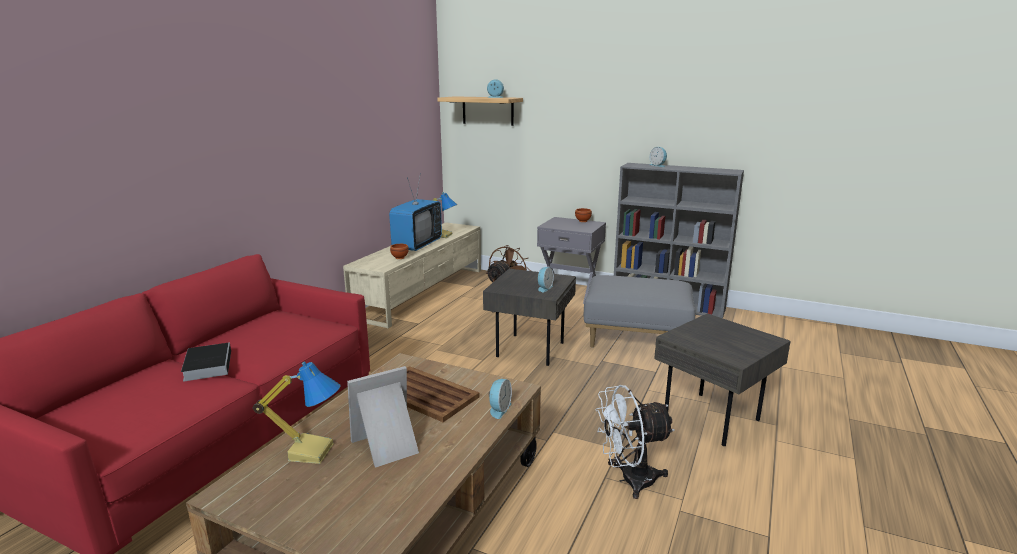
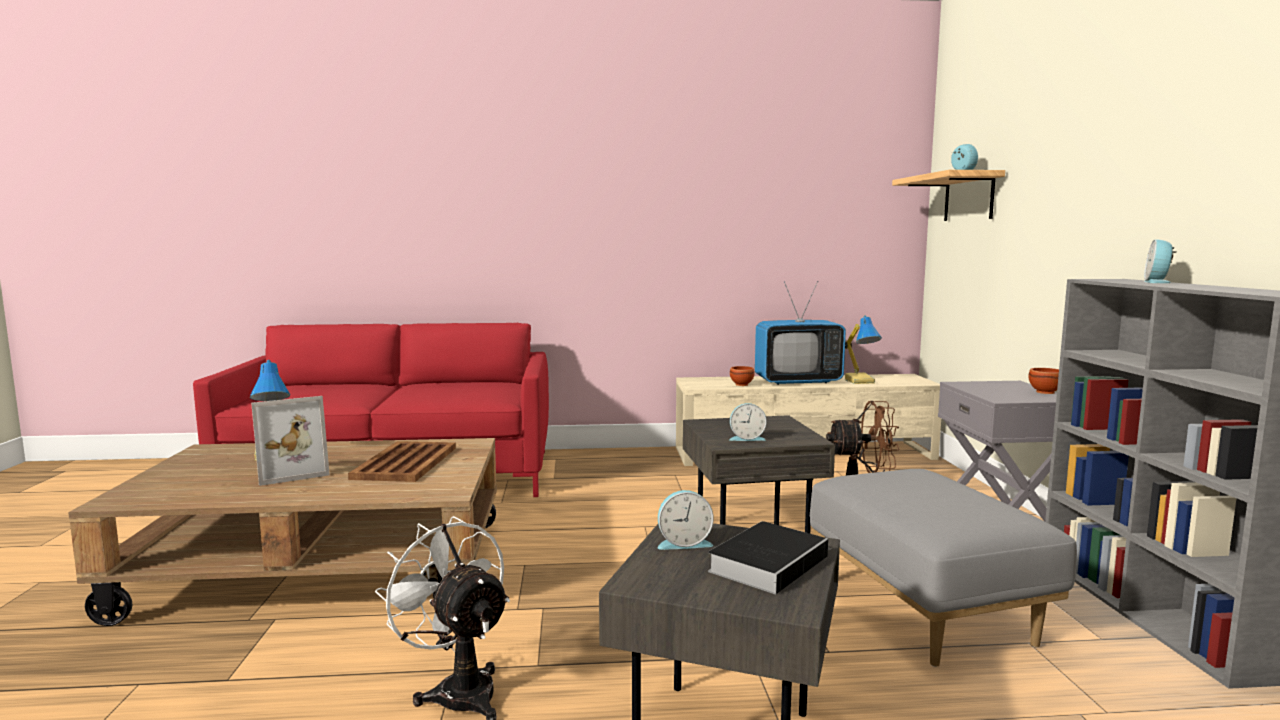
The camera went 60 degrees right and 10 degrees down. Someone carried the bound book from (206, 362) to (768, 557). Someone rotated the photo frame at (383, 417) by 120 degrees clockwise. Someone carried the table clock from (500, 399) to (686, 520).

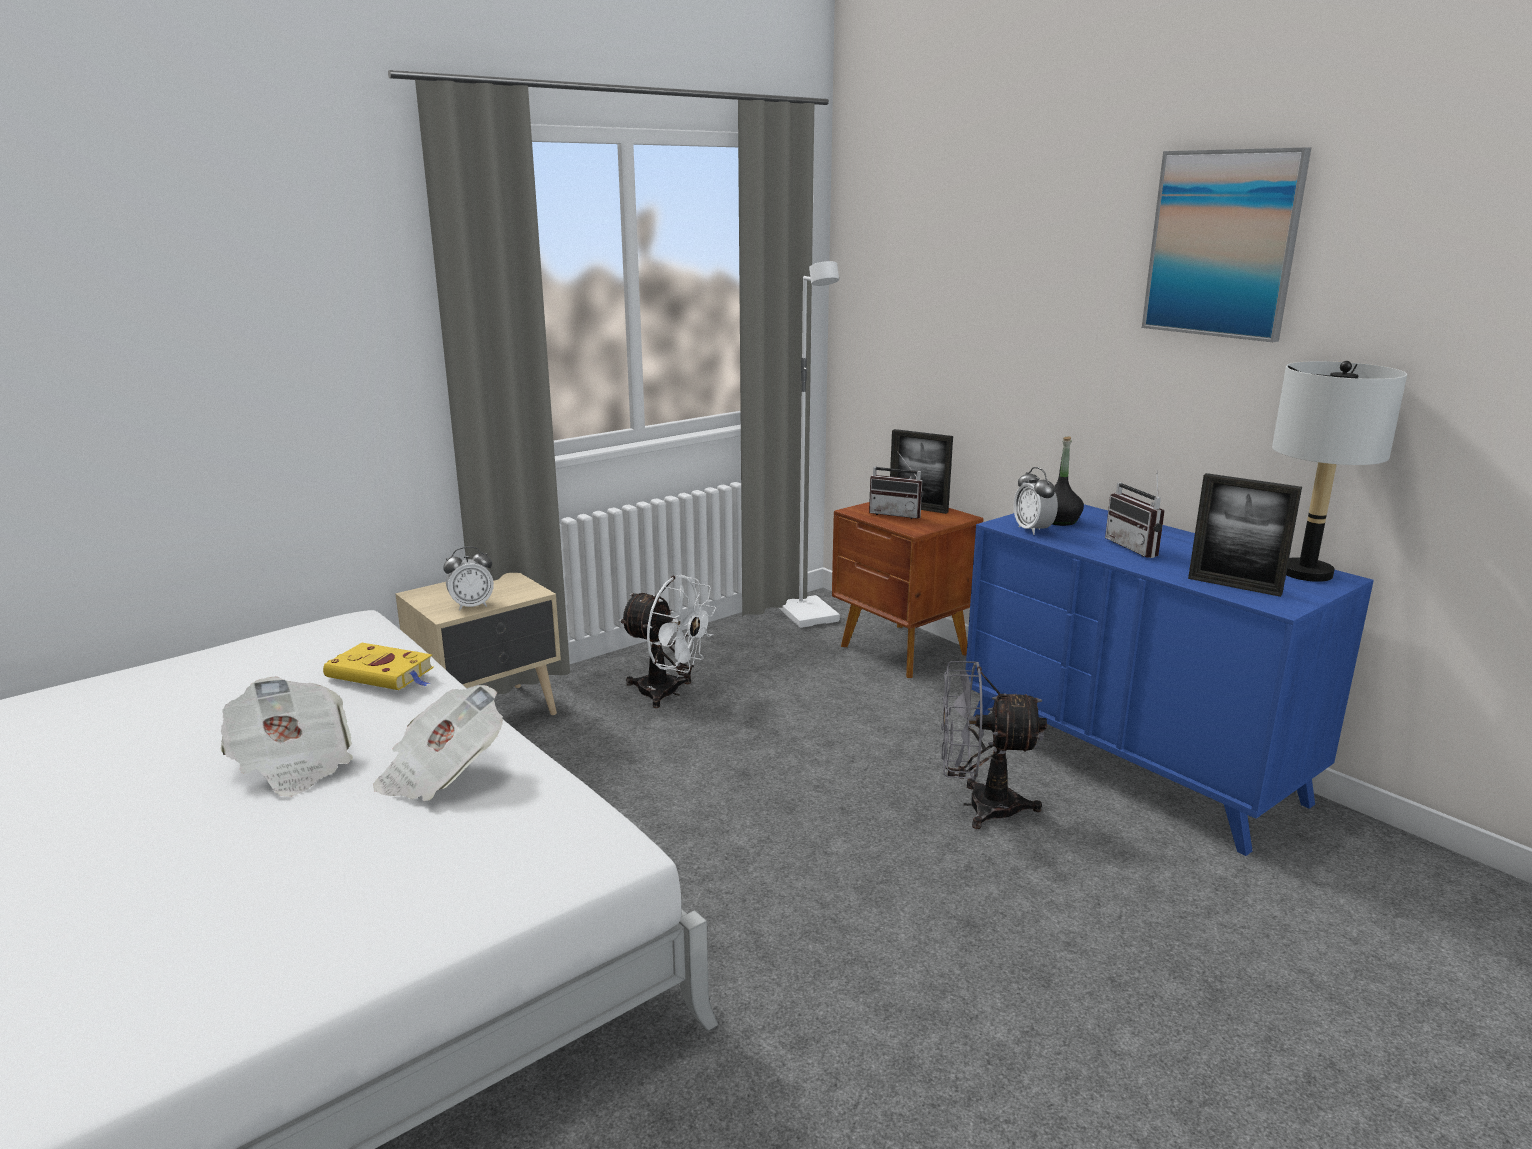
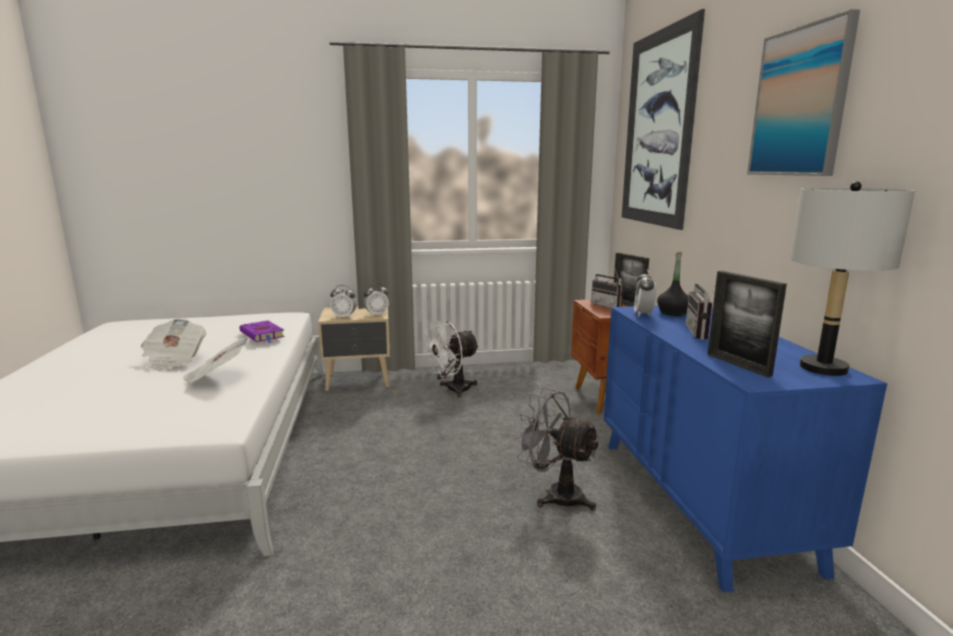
The camera went 30 degrees right and 5 degrees down. Someone repainted the yellowish bound book at (378, 666), which became the purple bound book at (262, 331). Someone rotated the white-coloured fan at (667, 641) by 90 degrees clockwise. Someone took away the white-coloured standing lamp at (809, 444). Someone put down the table clock at (376, 300). Someone put up the wall art at (663, 119).

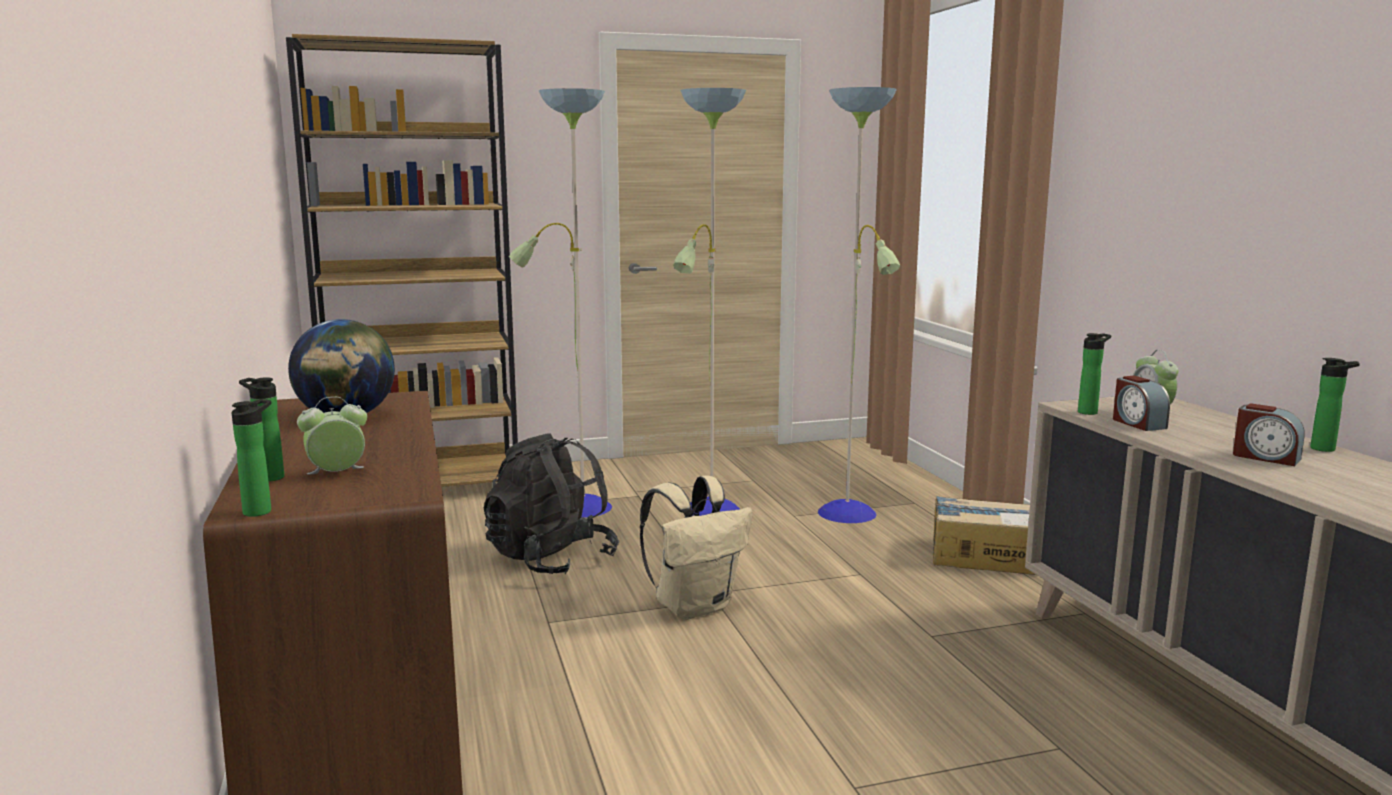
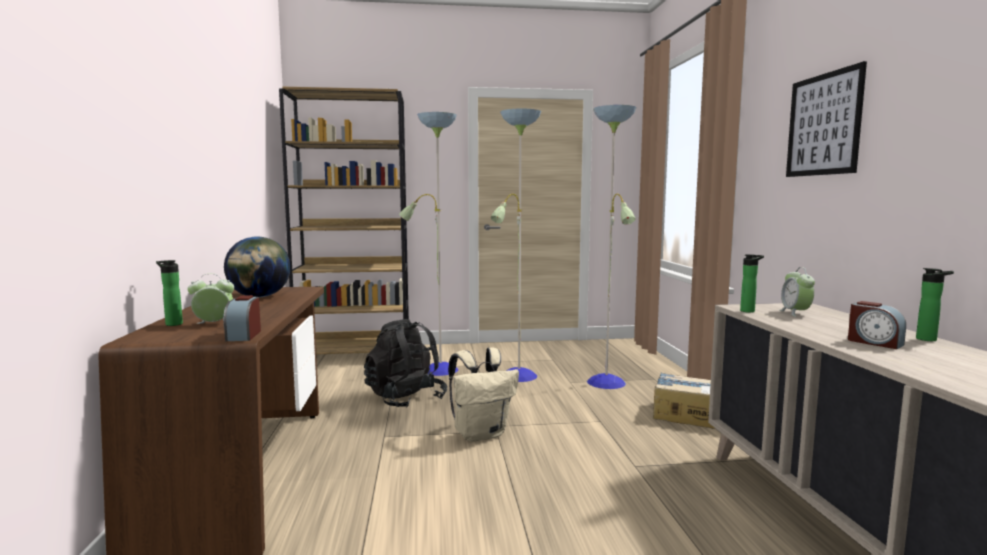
The camera went 10 degrees right and 5 degrees down. Someone took away the bottle at (252, 458). Someone carried the table clock from (1141, 403) to (242, 318). Someone put up the wall art at (826, 119).

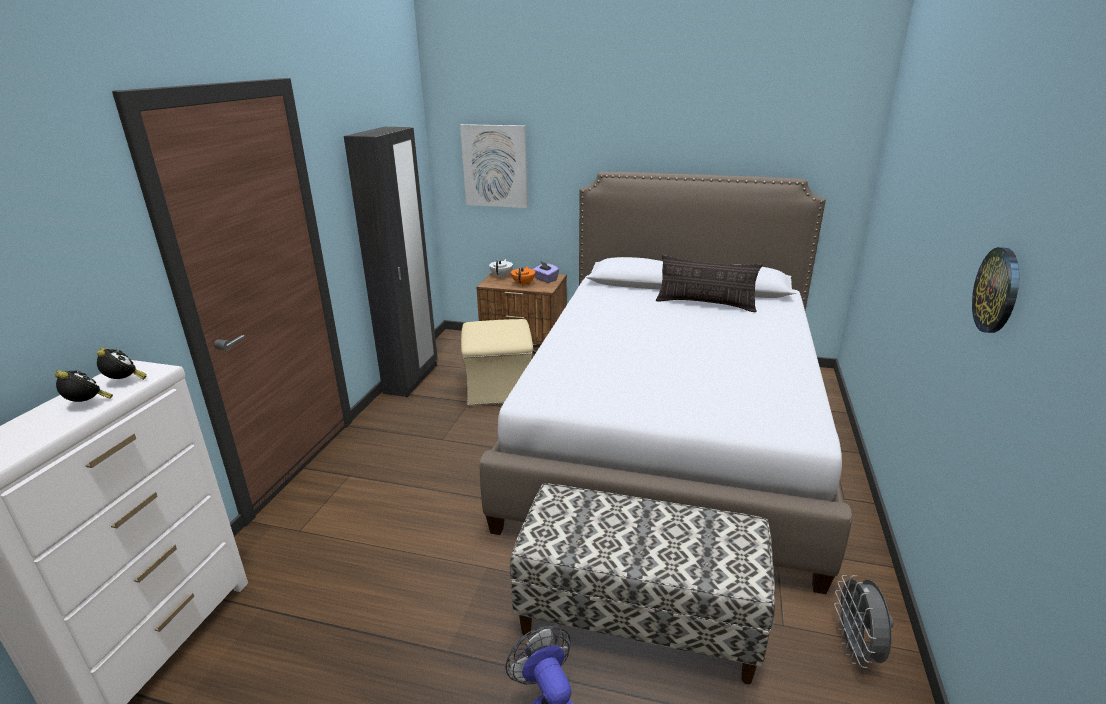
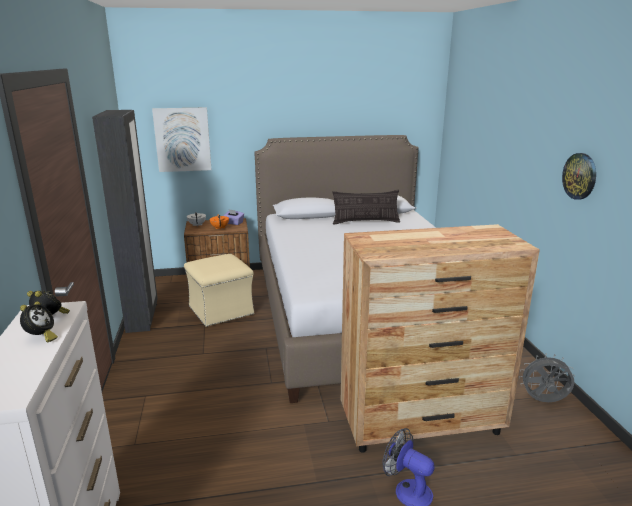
The camera went 25 degrees left and 5 degrees down. Someone rotated the table clock at (84, 386) by 90 degrees clockwise. Someone swapped the long seat at (642, 583) for the brown dresser at (440, 338). Someone rotated the grey fan at (864, 621) by 120 degrees clockwise.

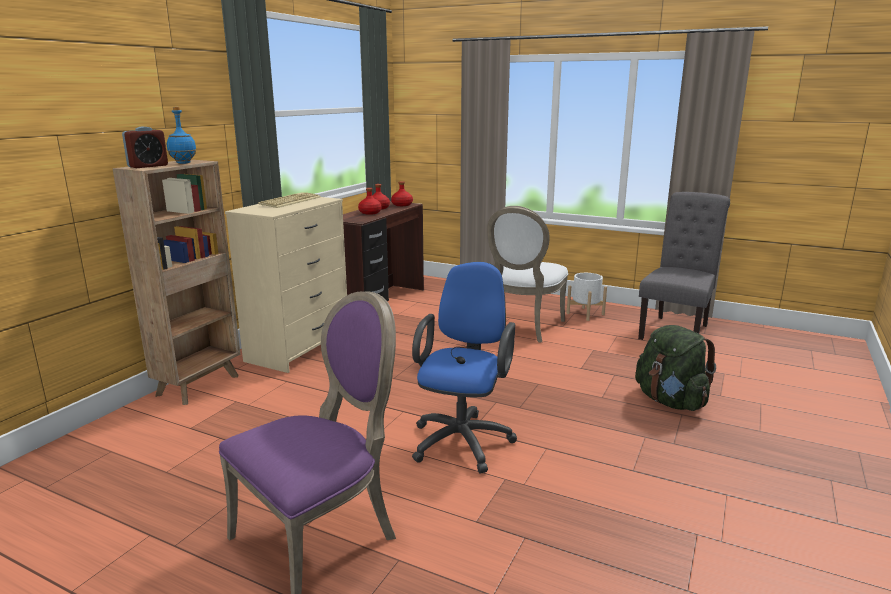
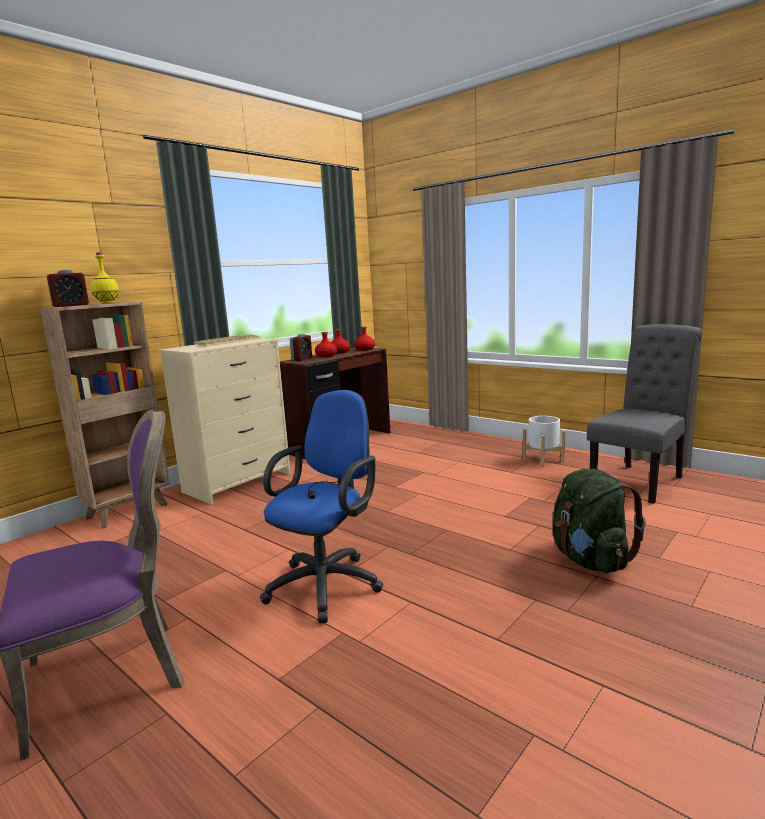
The camera went 15 degrees right and 5 degrees down. Someone repainted the blue-coloured bottle at (181, 135), which became the yellowish bottle at (105, 278). Someone took away the white-coloured upright chair at (528, 274). Someone put down the table clock at (301, 347).

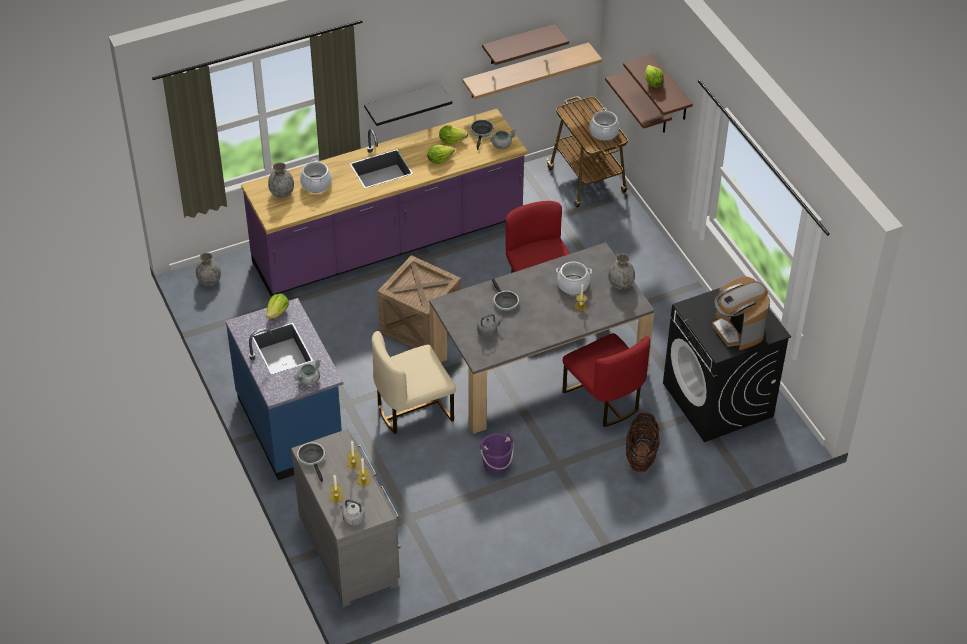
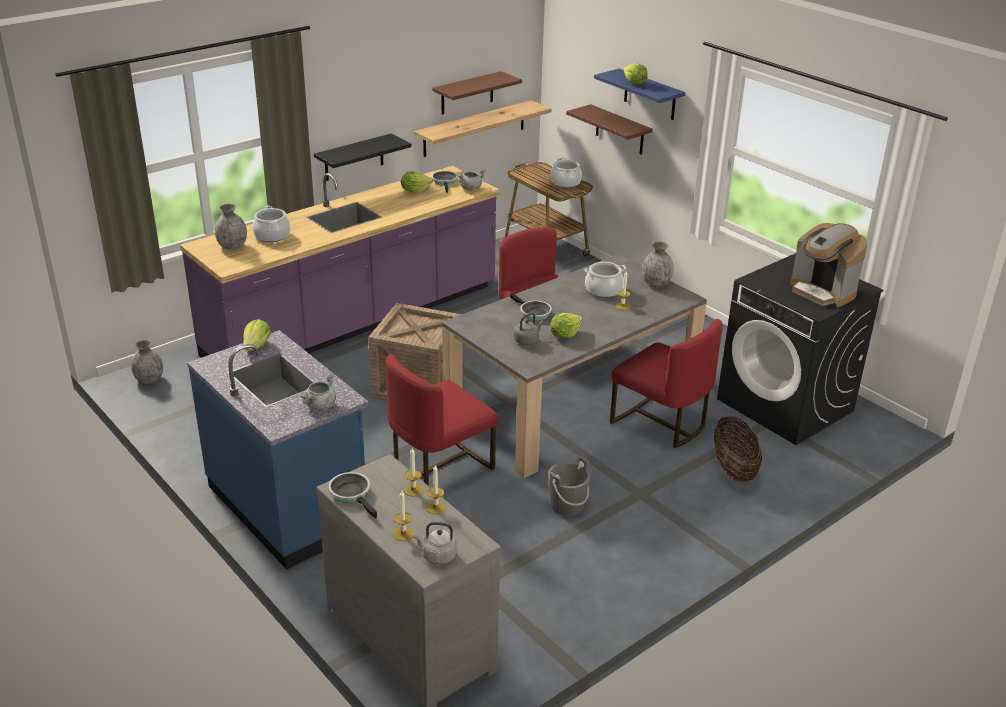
The camera went 15 degrees left and 15 degrees down. Someone repainted the beige-coloured upright chair at (414, 382), which became the red-coloured upright chair at (442, 420). Someone carried the lettuce head from (441, 154) to (566, 325). Someone repainted the purple water bucket at (497, 453), which became the grey water bucket at (569, 486). Someone repainted the brown wall shelf at (658, 87), which became the blue-coloured wall shelf at (639, 94).

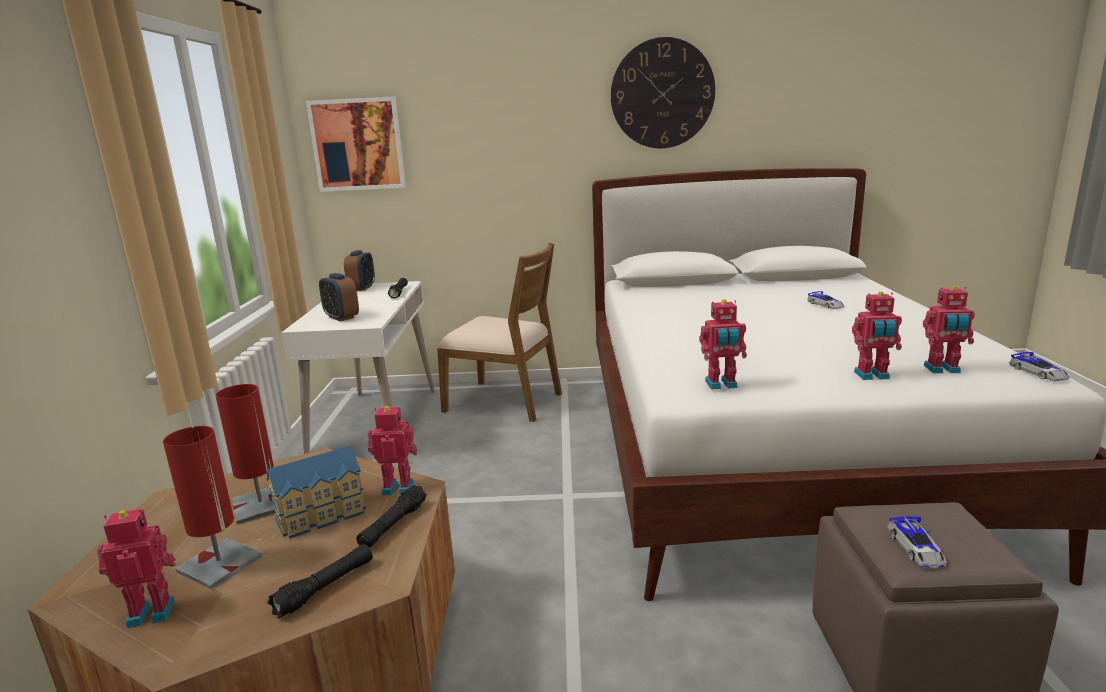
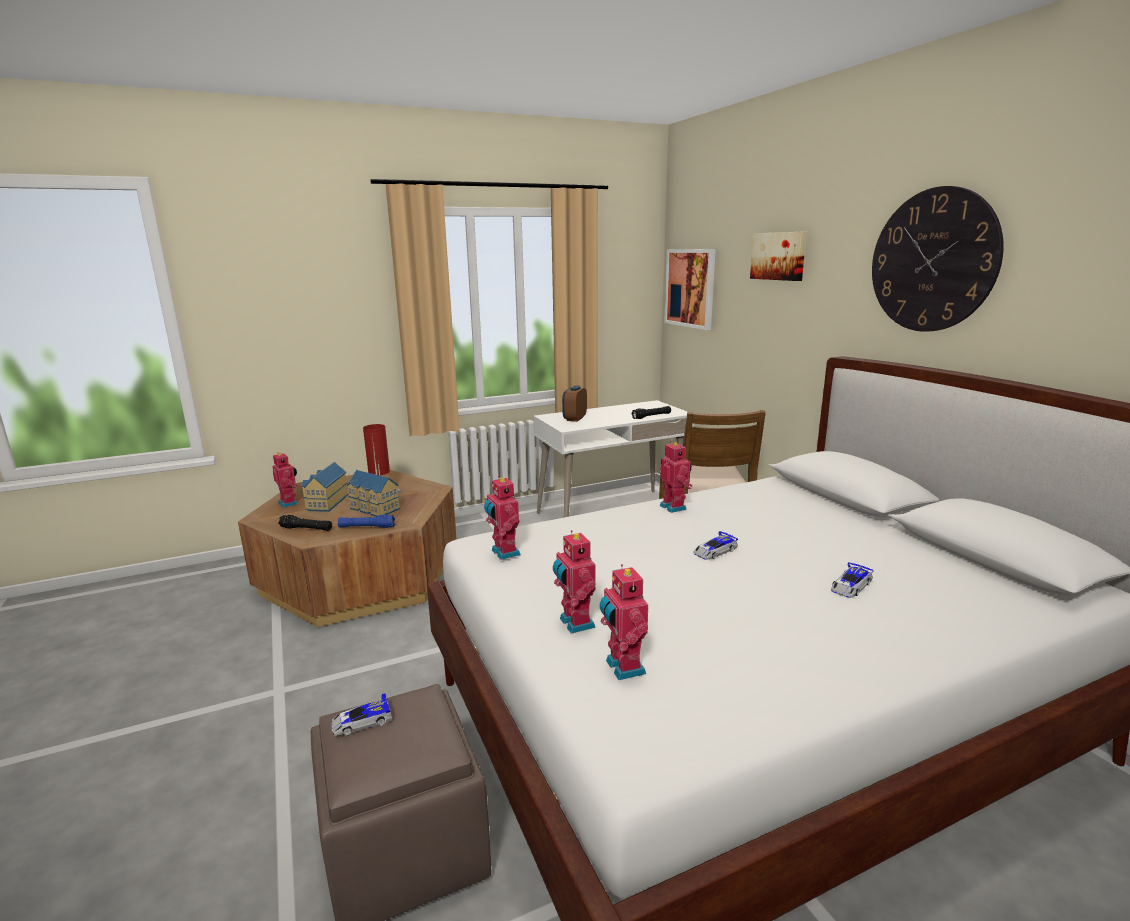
The camera went 65 degrees right and 0 degrees up. Someone swapped the red-coloured tabletop lamp at (212, 507) for the miniature house at (325, 487). Someone took away the table clock at (359, 270). Someone repainted the black flashlight at (391, 516), which became the blue-coloured flashlight at (366, 521). Someone carried the toy robot from (392, 451) to (676, 477). Someone carried the model car from (1039, 366) to (715, 545). Someone put up the wall art at (778, 256).

